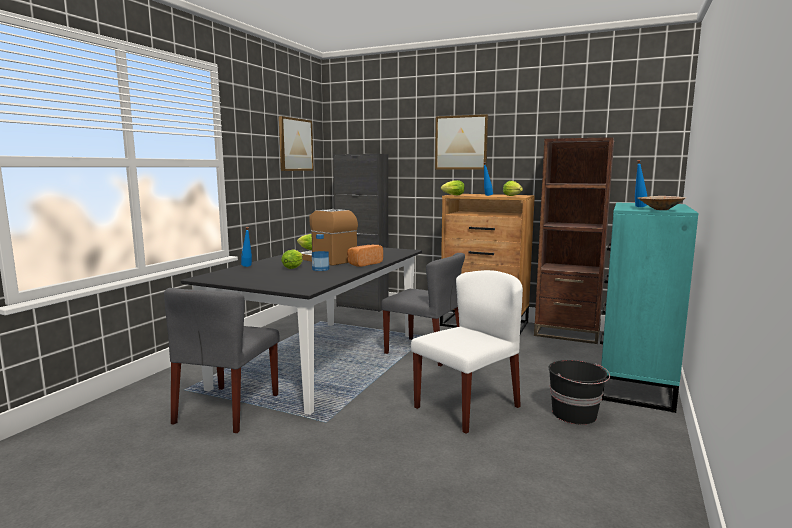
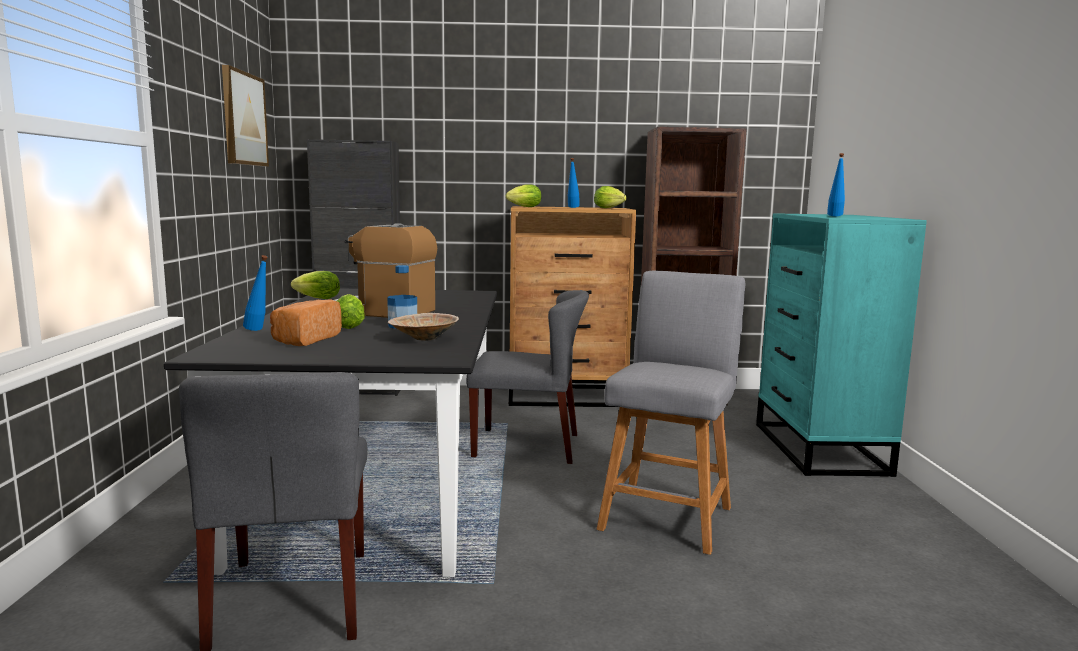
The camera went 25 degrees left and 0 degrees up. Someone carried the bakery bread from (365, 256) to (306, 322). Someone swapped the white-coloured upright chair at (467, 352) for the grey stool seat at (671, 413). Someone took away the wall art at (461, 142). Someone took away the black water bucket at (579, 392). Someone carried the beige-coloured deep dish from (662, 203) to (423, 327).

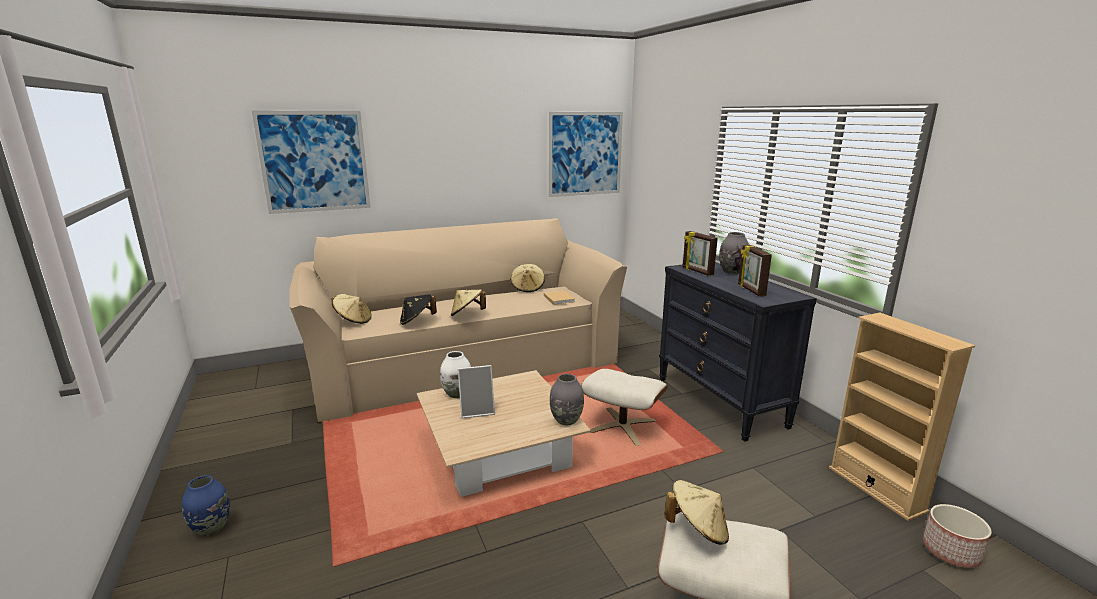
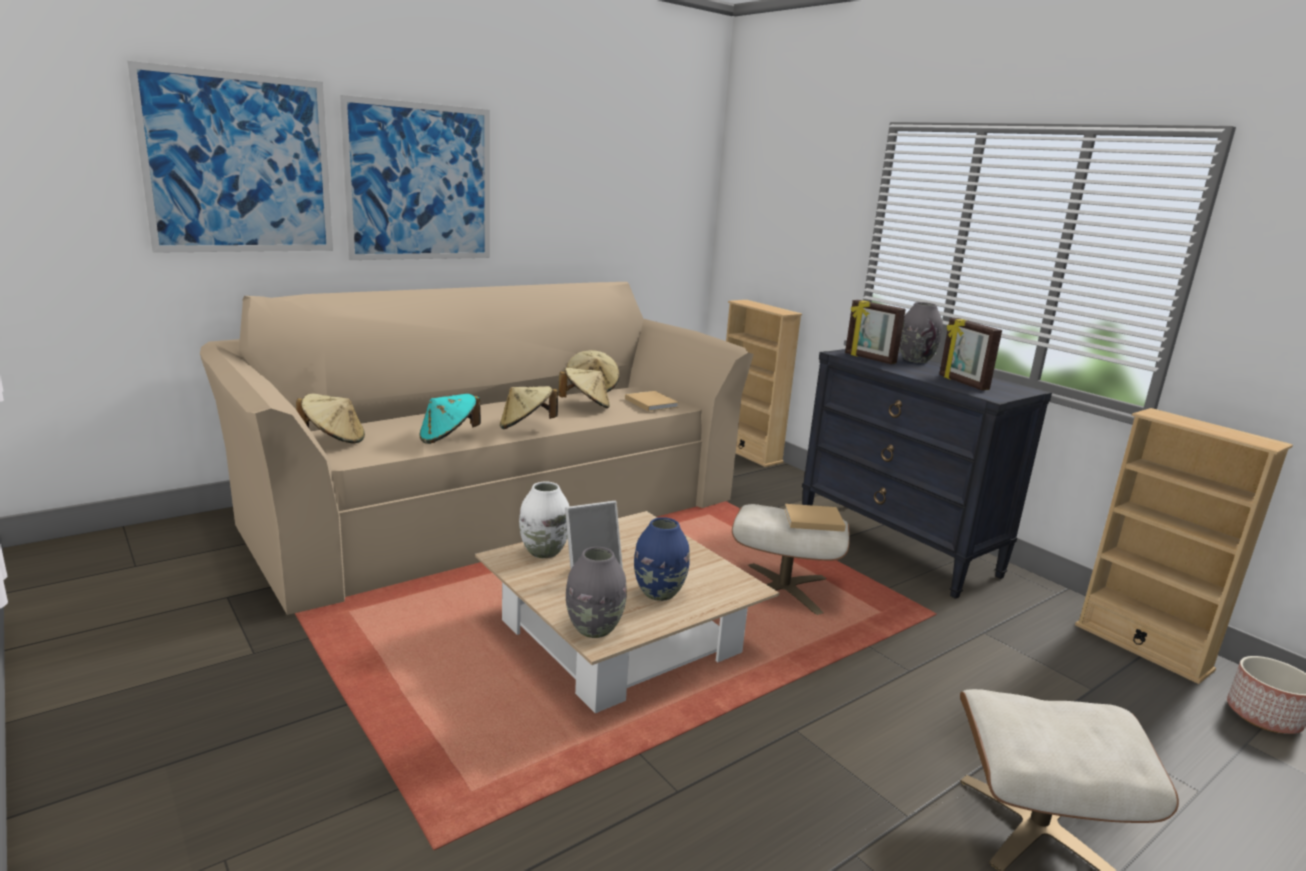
The camera went 15 degrees left and 0 degrees up. Someone carried the blue-coloured vase from (206, 505) to (662, 559). Someone repainted the black wearable hat at (418, 309), which became the blue-green wearable hat at (450, 419). Someone carried the wall art from (586, 154) to (415, 177). Someone carried the grey vase from (567, 400) to (596, 592). Someone carried the beige-coloured wearable hat from (696, 512) to (584, 388). Someone put down the beige-coloured shelving unit at (764, 383). Someone put down the beige-coloured bound book at (815, 518).

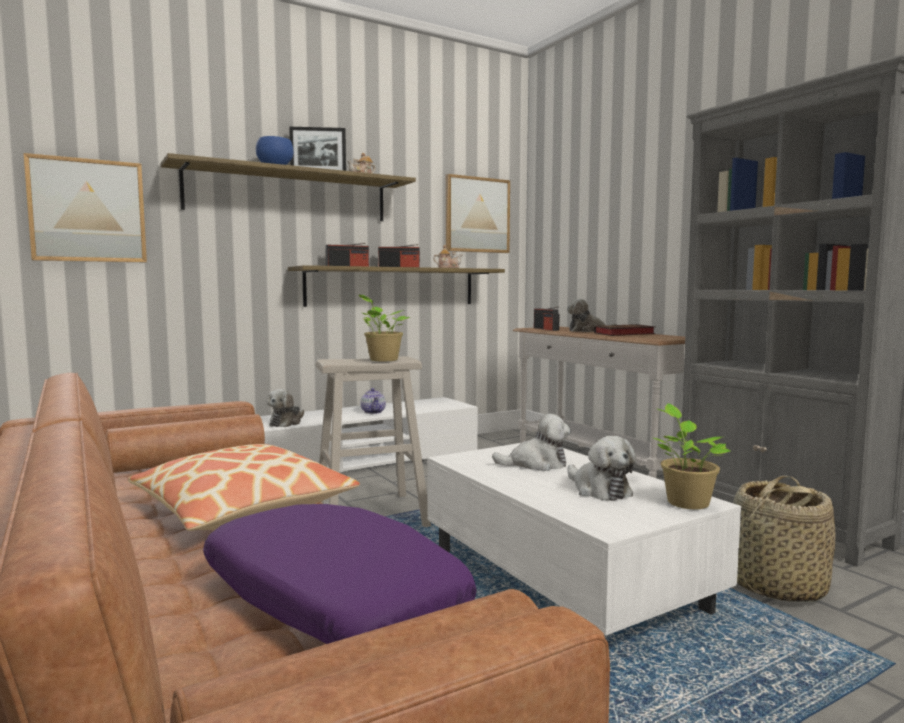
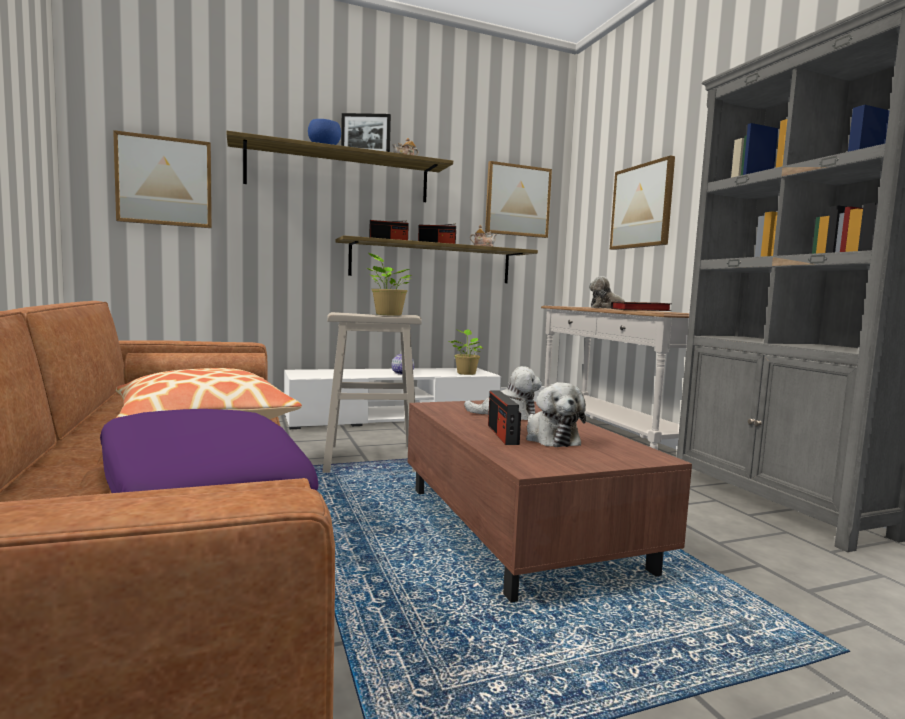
The camera went 10 degrees right and 0 degrees up. Someone took away the cuddly toy at (285, 408). Someone repainted the white-coloured coffee table at (584, 539), which became the brown coffee table at (550, 501). Someone carried the radio set from (547, 318) to (504, 417). Someone carried the houseplant from (691, 456) to (466, 352). Someone took away the basket at (784, 539). Someone put up the wall art at (642, 203).

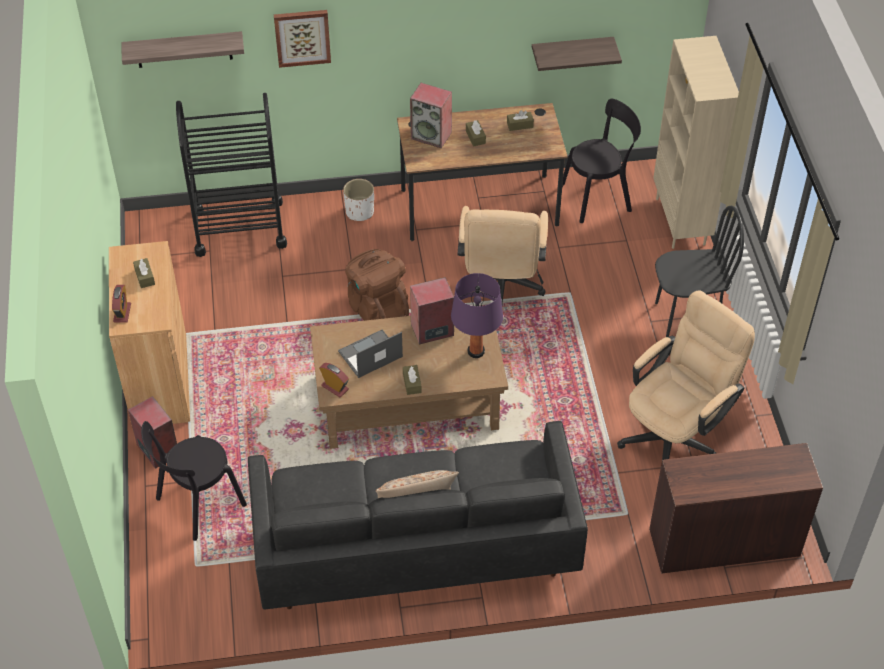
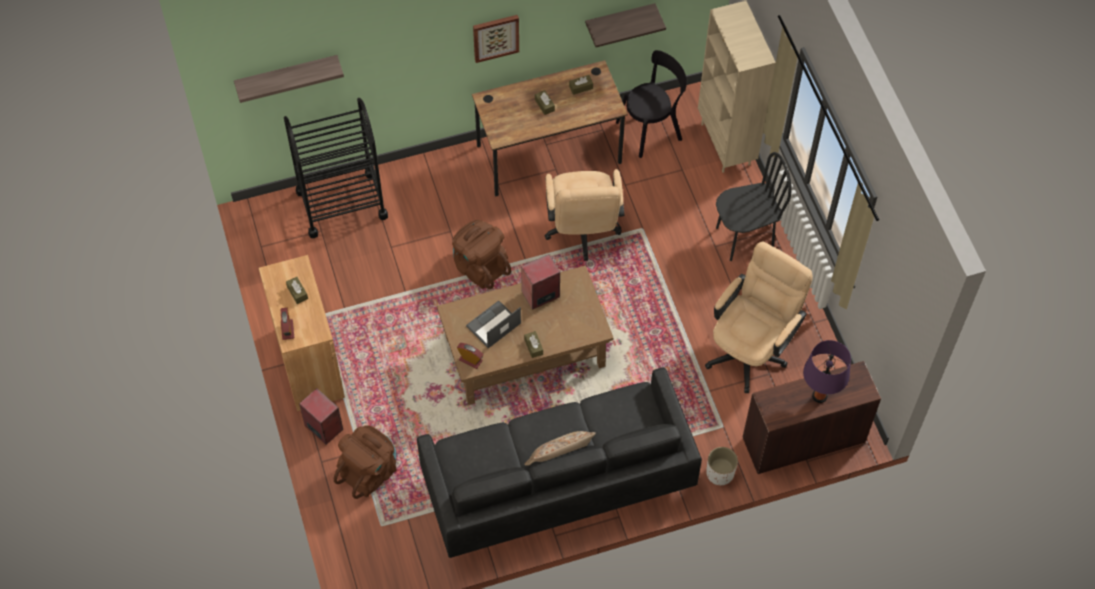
The camera went 10 degrees left and 10 degrees up. Someone swapped the black upright chair at (194, 481) for the brown knapsack at (365, 462). Someone carried the wall art from (302, 39) to (496, 39). Someone carried the white-coloured planter from (358, 200) to (722, 466). Someone took away the audio speaker at (431, 115). Someone carried the purple tabletop lamp from (477, 315) to (827, 371).

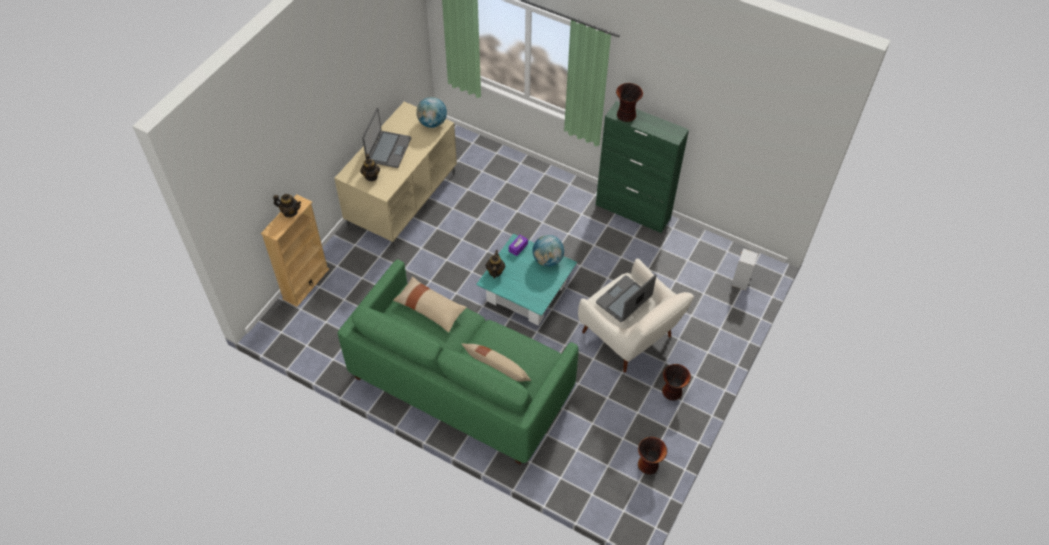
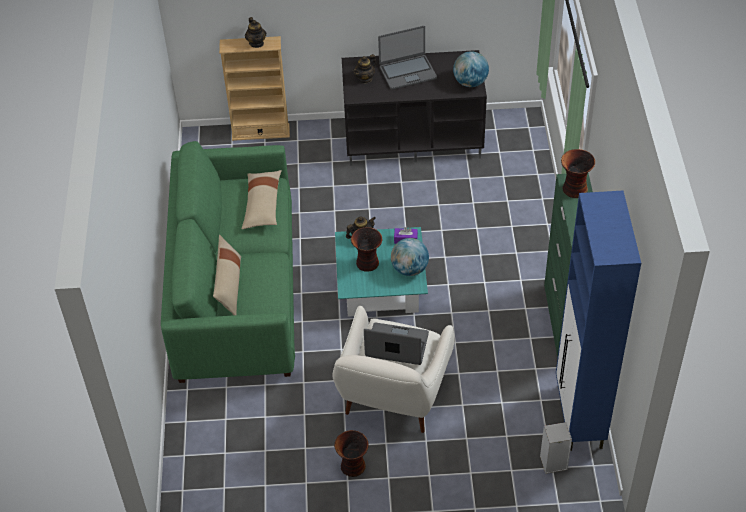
The camera went 60 degrees right and 5 degrees down. Someone repainted the beige-coloured tv unit at (395, 175), which became the black tv unit at (414, 108). Someone carried the vase from (652, 456) to (367, 249). Someone put down the blue-coloured cabinet at (598, 321).

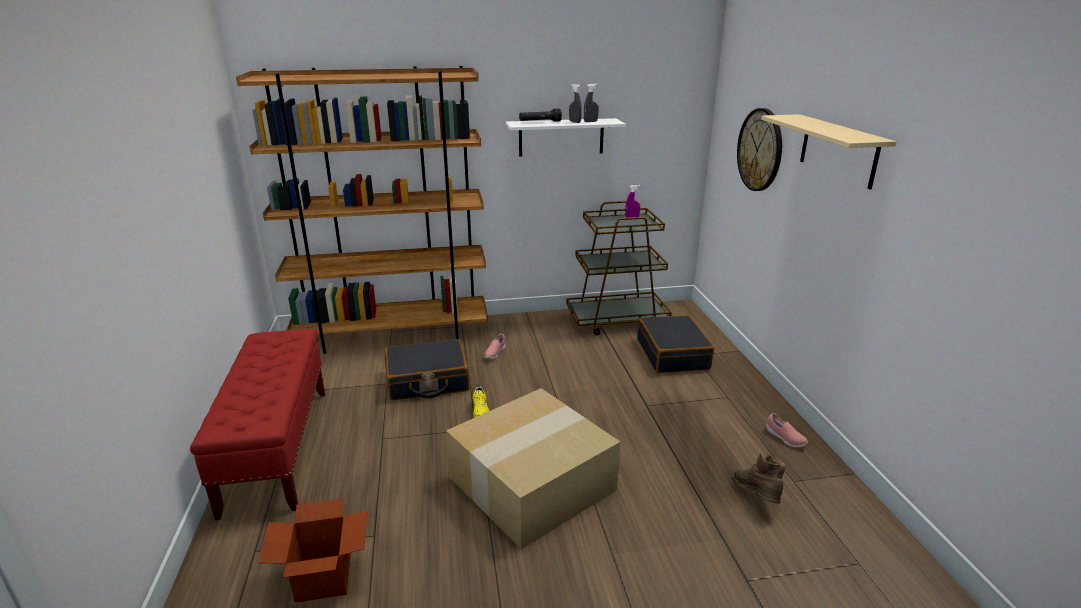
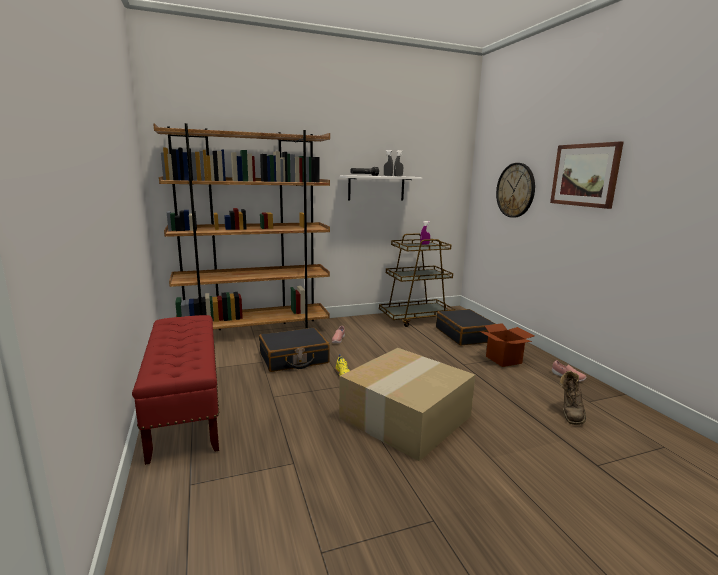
The camera went 10 degrees left and 10 degrees down. Someone carried the cardboard box from (312, 551) to (507, 345). Someone rotated the brown high-top boot at (758, 478) by 135 degrees counterclockwise. Someone swapped the beige-coloured wall shelf at (829, 152) for the wall art at (587, 175).

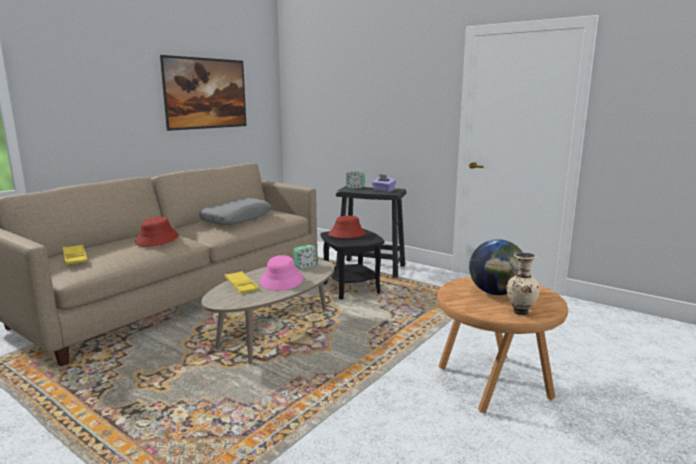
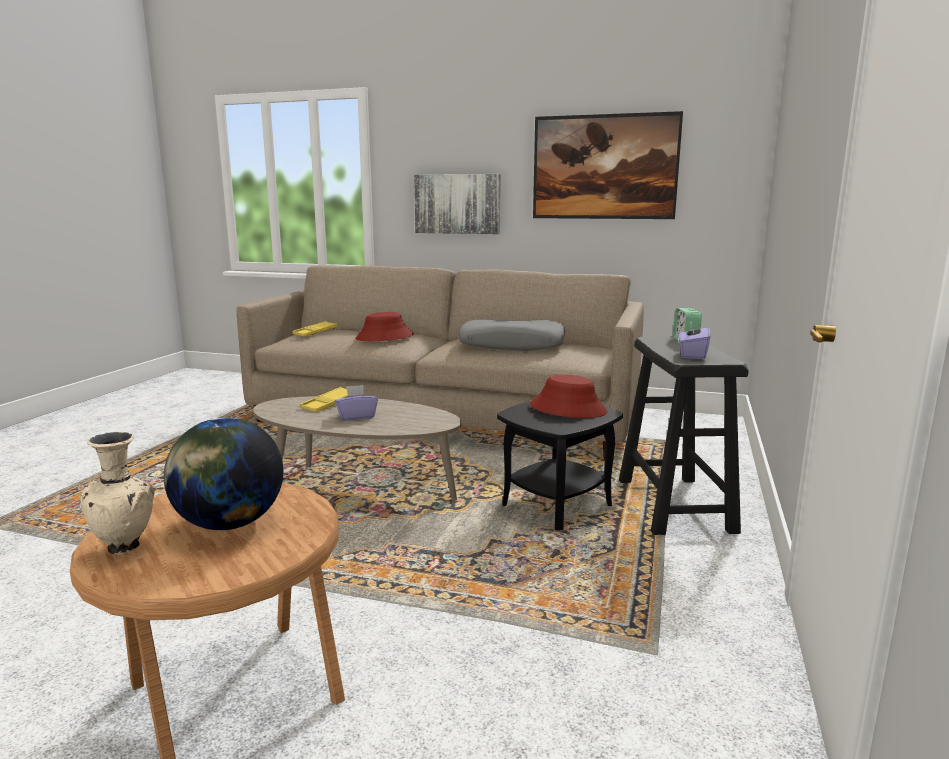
The camera went 70 degrees right and 0 degrees up. Someone swapped the pink-coloured wearable hat at (281, 273) for the purple tissue box at (356, 402). Someone took away the table clock at (305, 257). Someone put up the wall art at (457, 204).

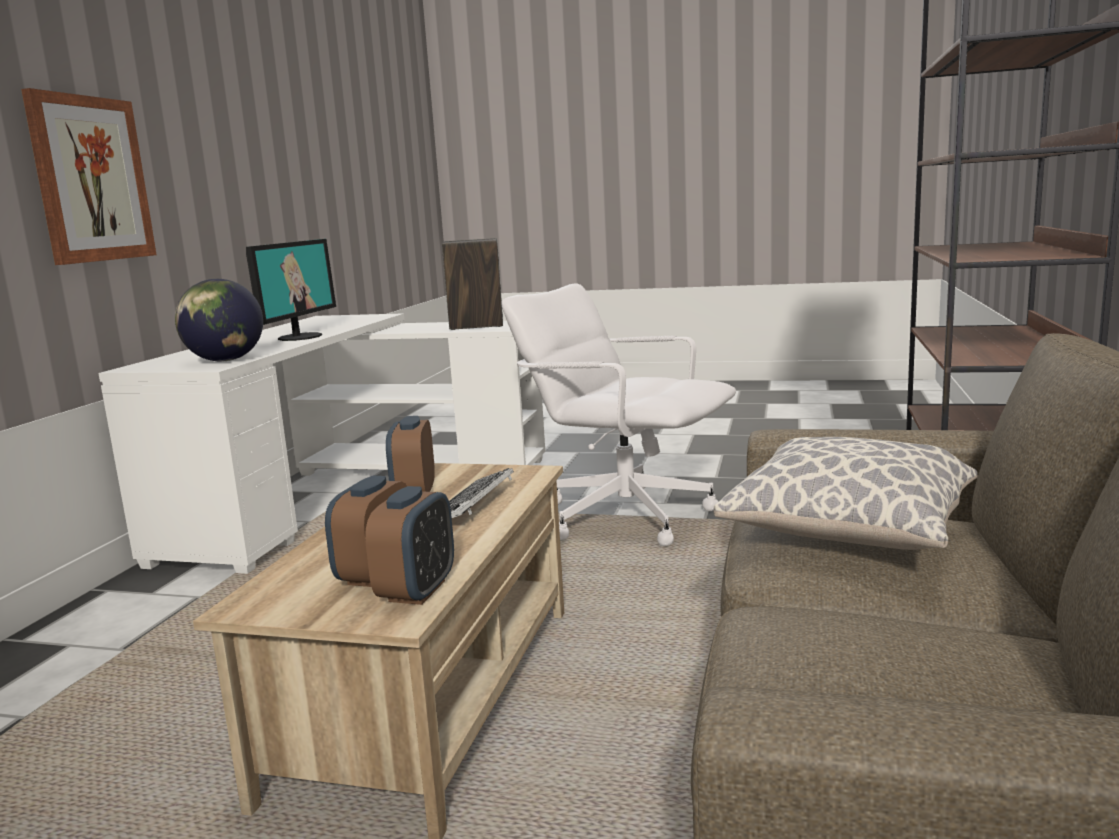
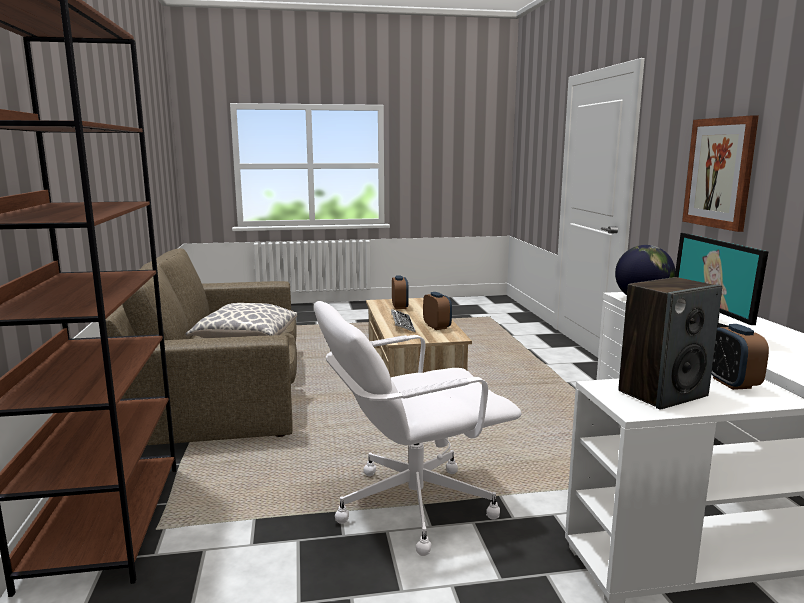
The camera went 155 degrees right and 0 degrees up. Someone carried the table clock from (409, 545) to (740, 357). Someone rotated the white-coloured computer chair at (619, 414) by 150 degrees clockwise.

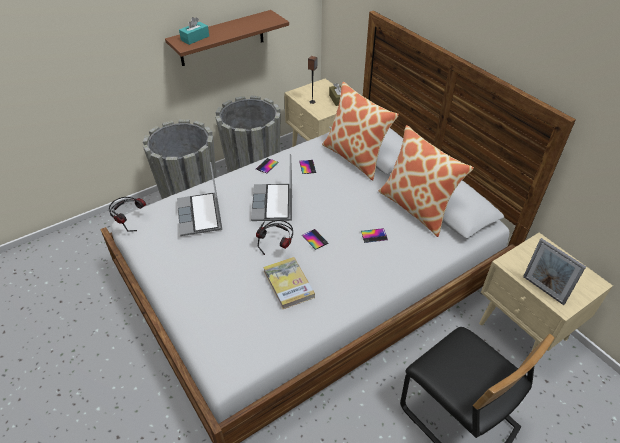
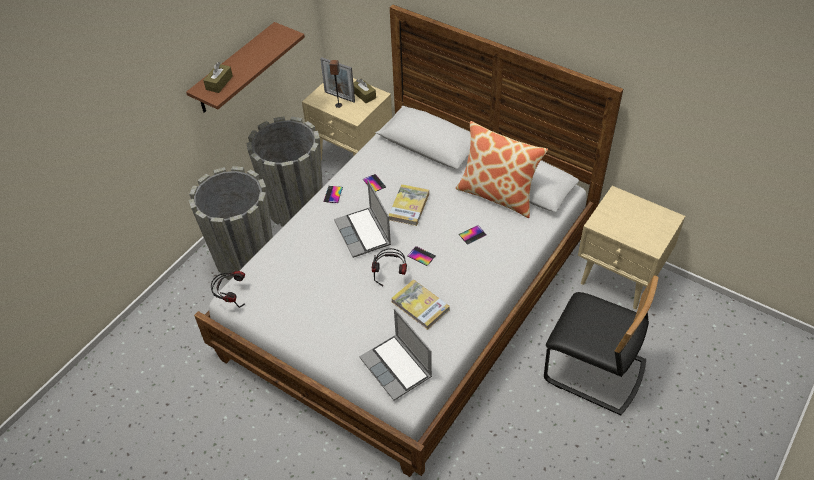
The camera went 20 degrees left and 5 degrees up. Someone carried the portable computer from (199, 199) to (395, 355). Someone repainted the blue-green tissue box at (194, 31), which became the brown tissue box at (218, 77). Someone took away the pillow at (360, 131). Someone carried the photo frame from (554, 271) to (337, 79). Someone put down the bound book at (409, 205).

